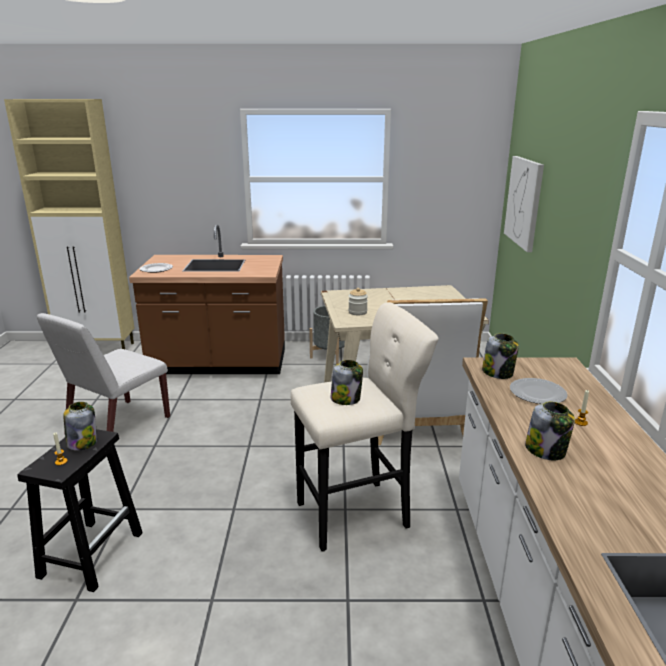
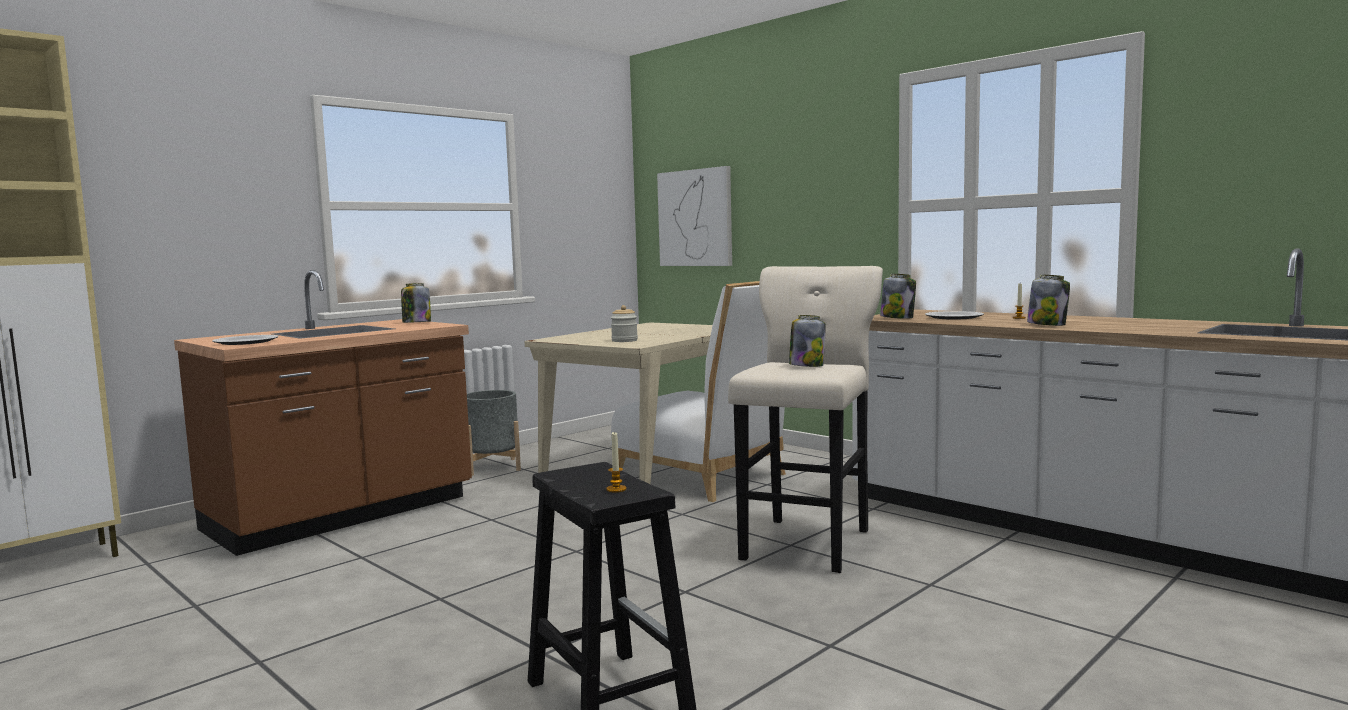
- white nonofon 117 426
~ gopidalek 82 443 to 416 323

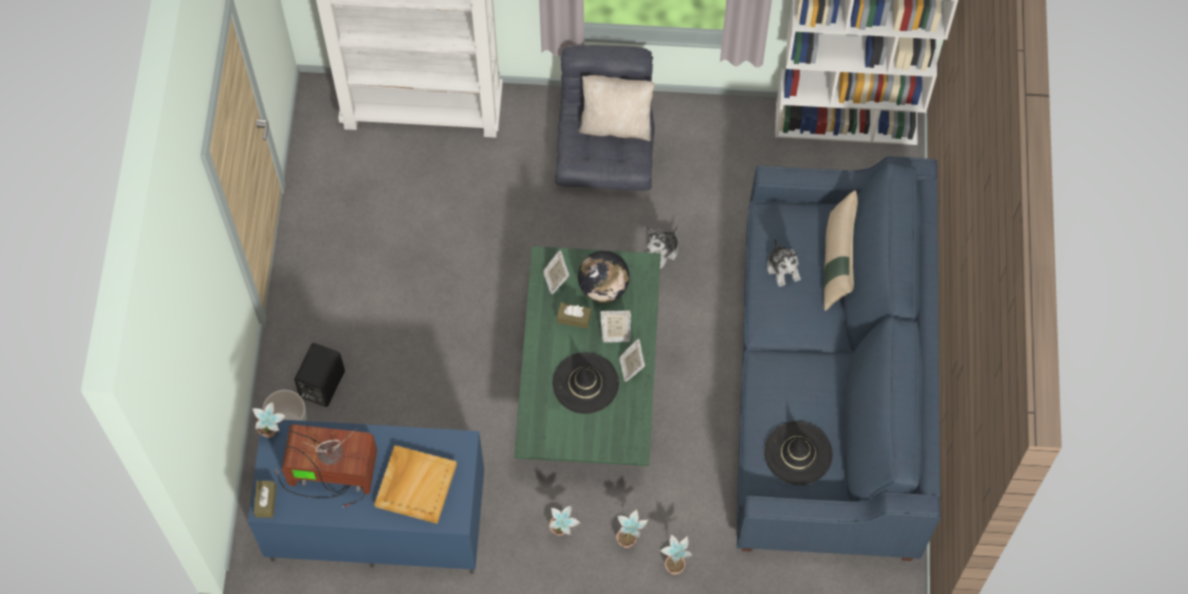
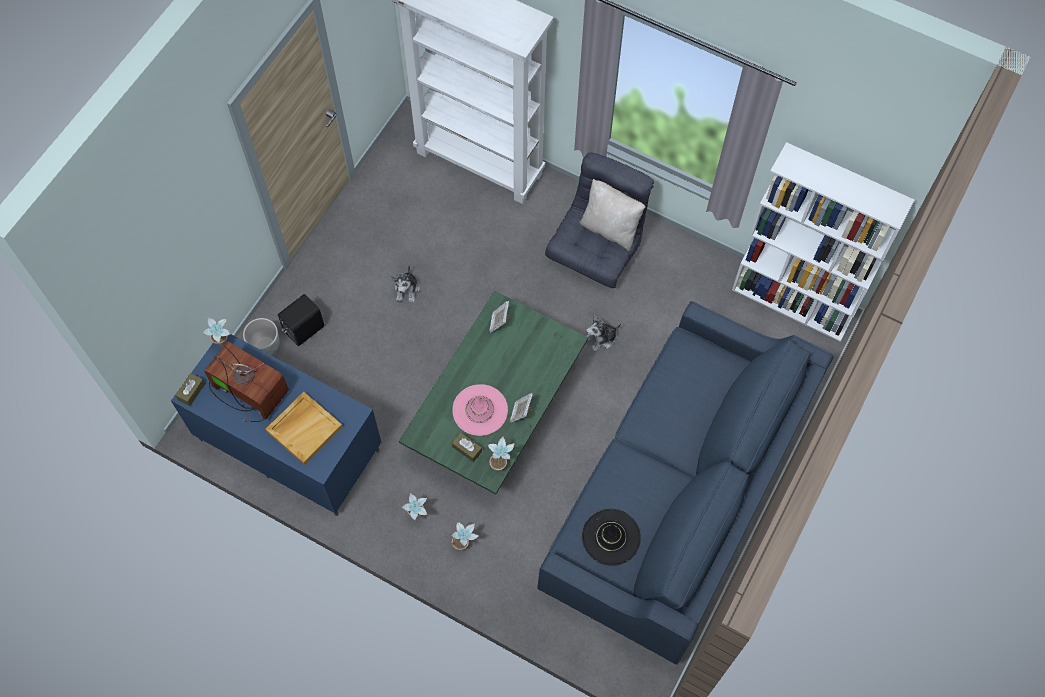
- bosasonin 603 287
- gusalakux 615 333
- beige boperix 837 263
~ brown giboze 574 318 to 467 449
~ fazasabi 675 565 to 501 464
~ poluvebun 783 268 to 407 289
~ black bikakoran 585 383 to pink bikakoran 480 410

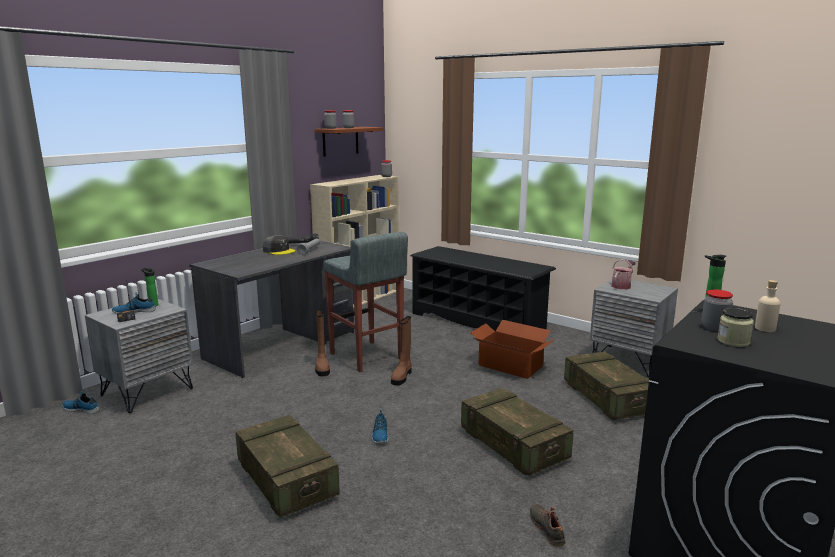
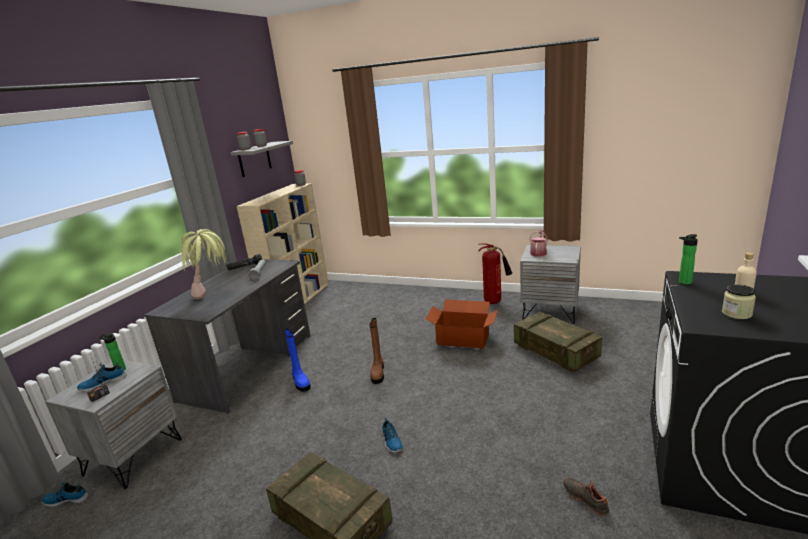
- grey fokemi 279 251
- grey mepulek 366 357
- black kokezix 478 321
- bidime 513 446
- gopidalek 714 327
+ fazasabi 214 297
+ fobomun 495 302
~ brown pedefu 340 141 to grey pedefu 254 159
~ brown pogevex 322 368 to blue pogevex 300 382

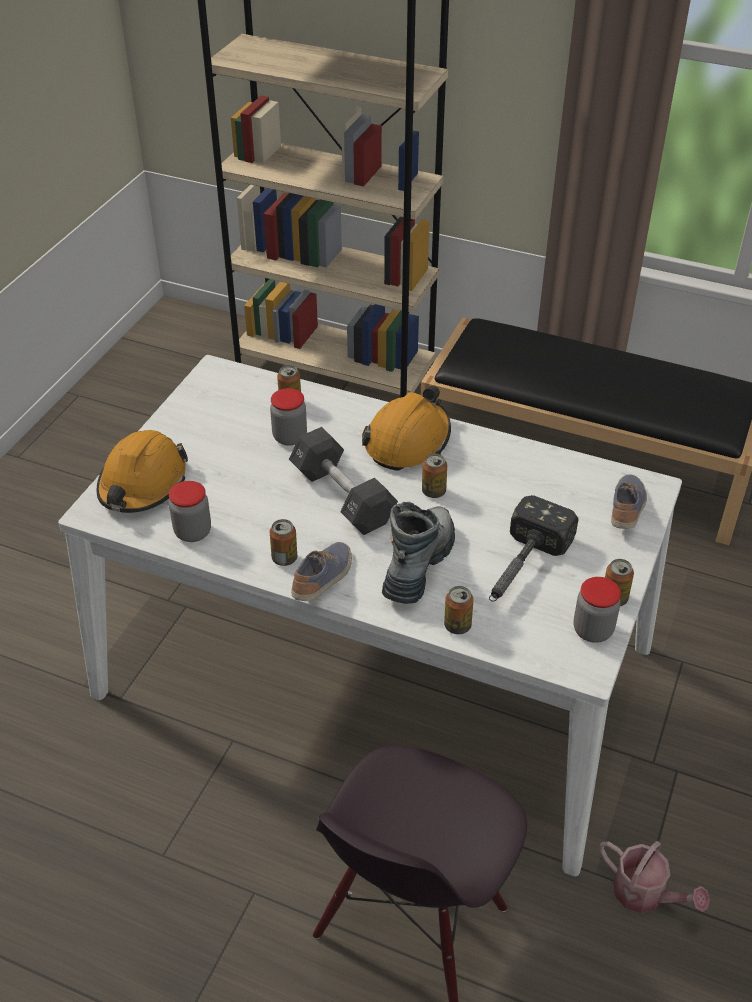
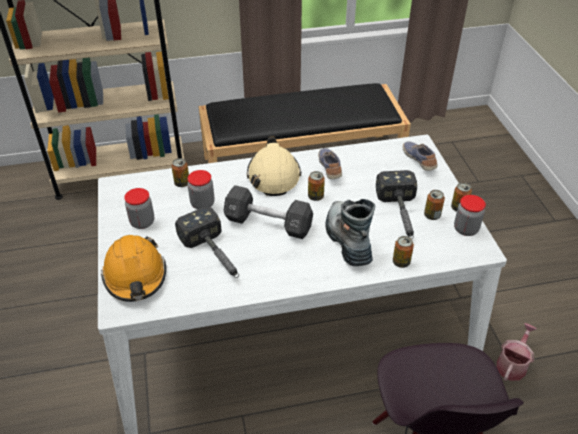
+ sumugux 215 256
~ gopidalek 193 532 to 142 222
~ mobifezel 284 558 to 432 215
~ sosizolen 324 580 to 330 168
~ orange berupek 408 440 to beige berupek 273 175
~ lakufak 645 894 = 512 364 60 degrees counterclockwise

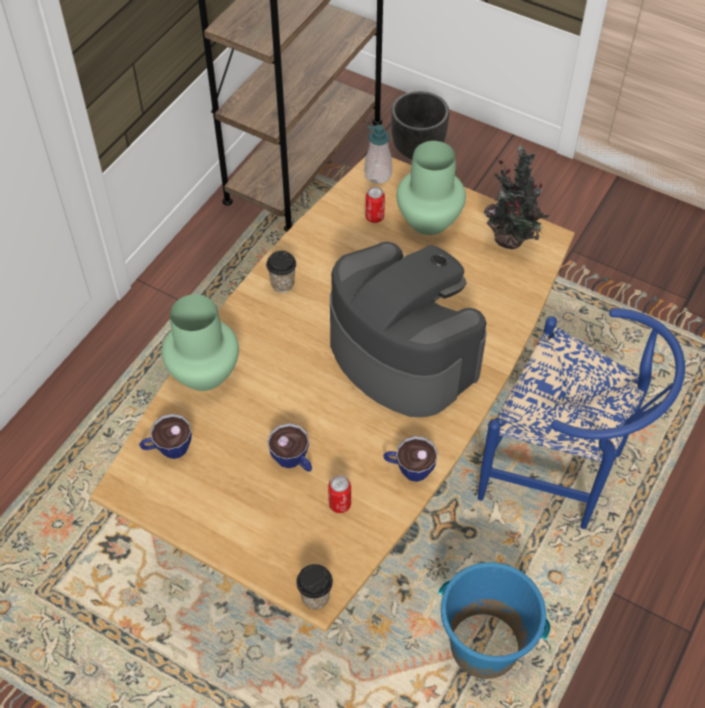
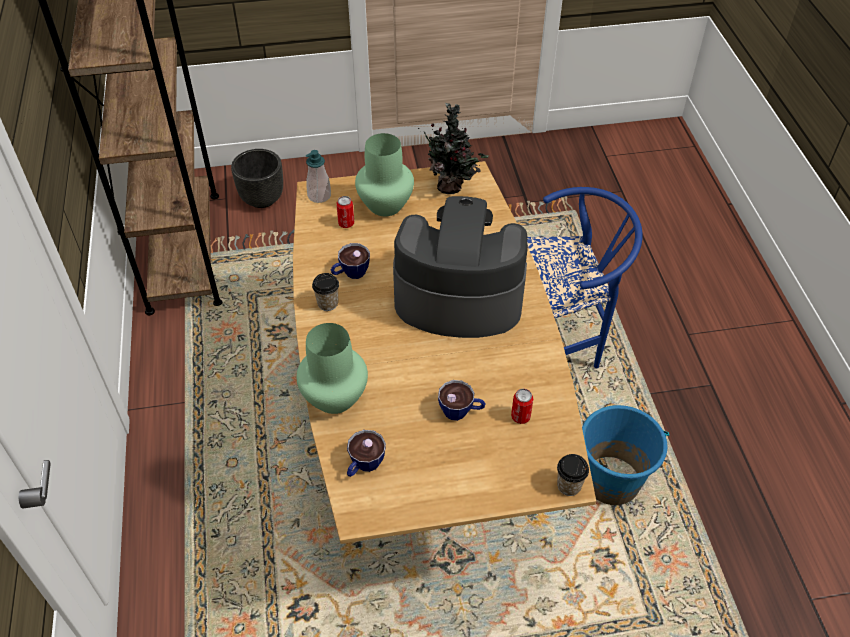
~ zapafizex 408 469 to 350 273

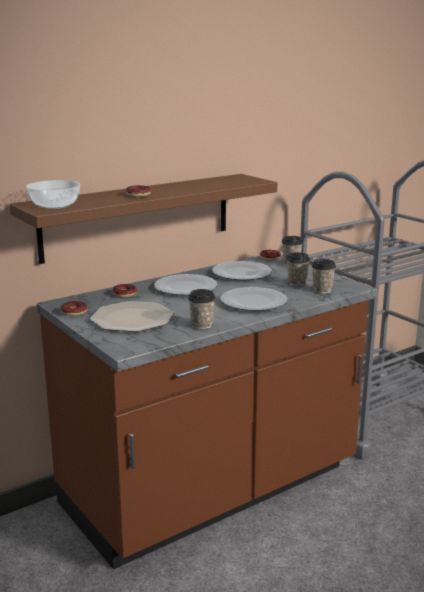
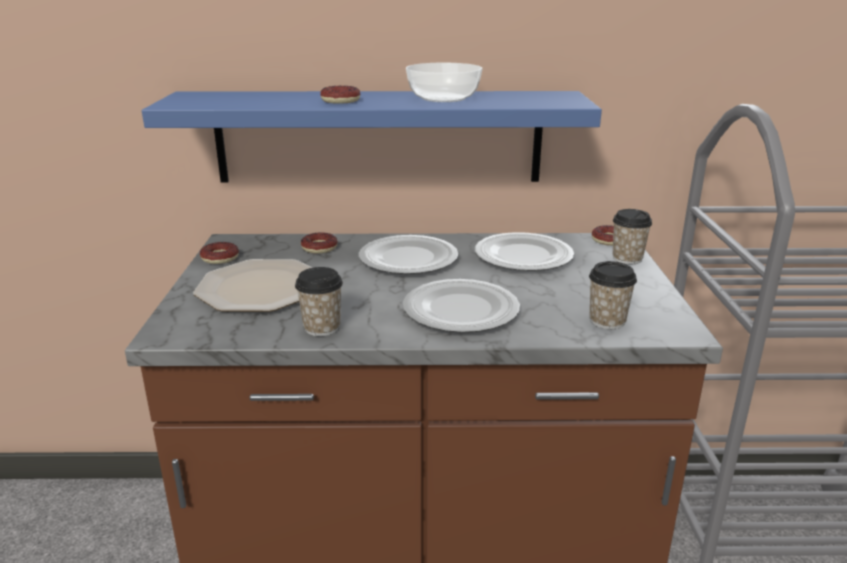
- zapafizex 297 283
~ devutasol 54 205 to 443 98
~ brown pedefu 138 216 to blue pedefu 378 137

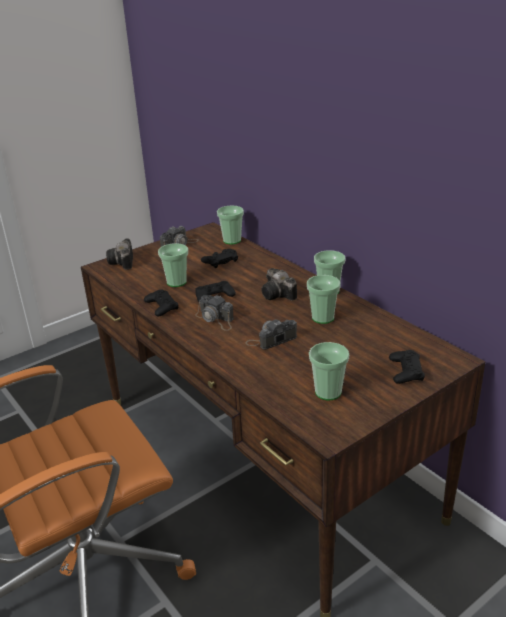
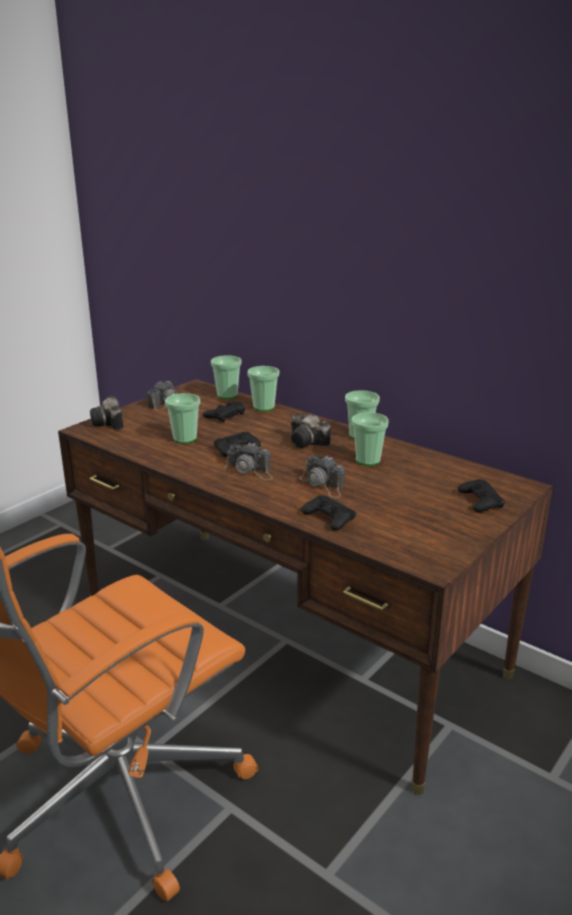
~ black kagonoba 161 306 to 329 518
~ zapafizex 328 392 to 263 407
~ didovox 271 339 = 323 484 90 degrees counterclockwise

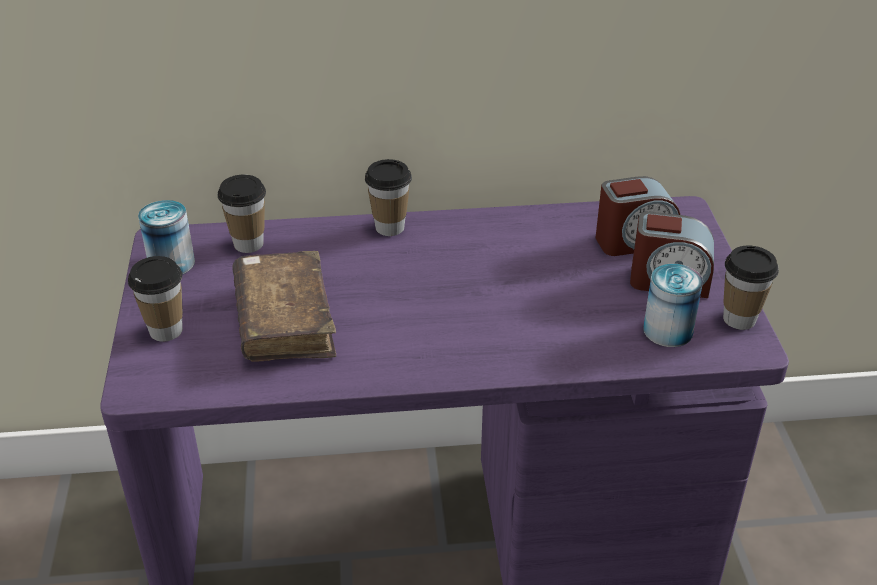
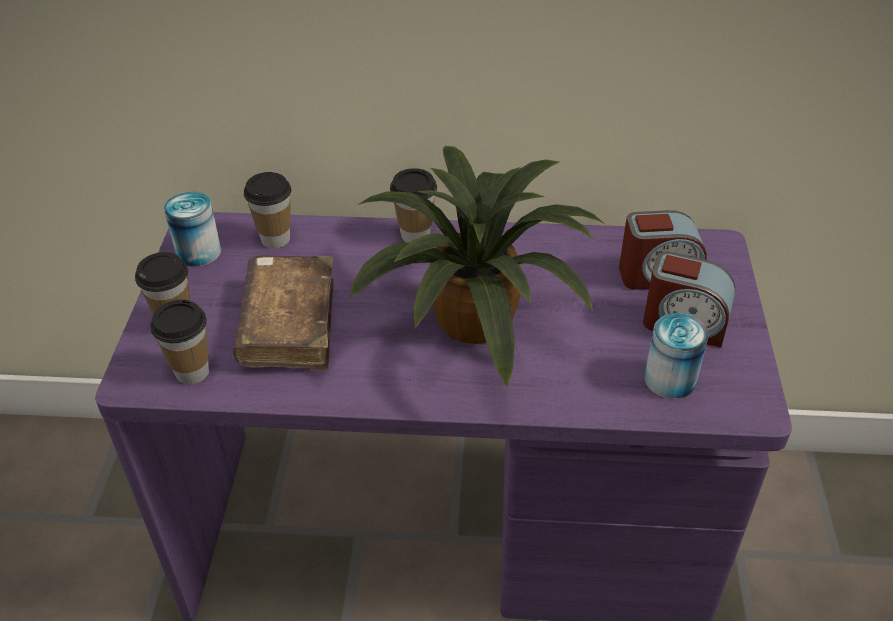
+ fazasabi 478 323
~ zapafizex 739 319 to 192 372

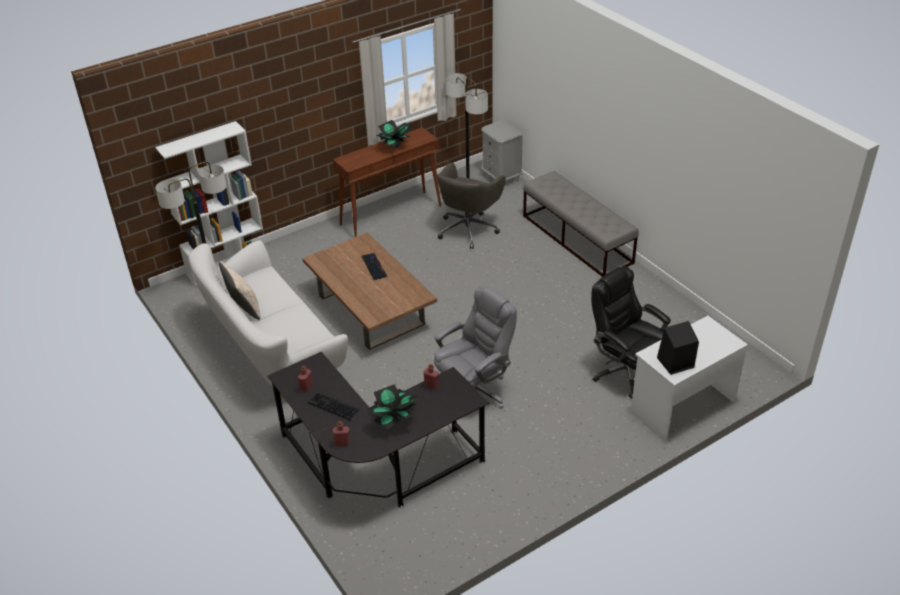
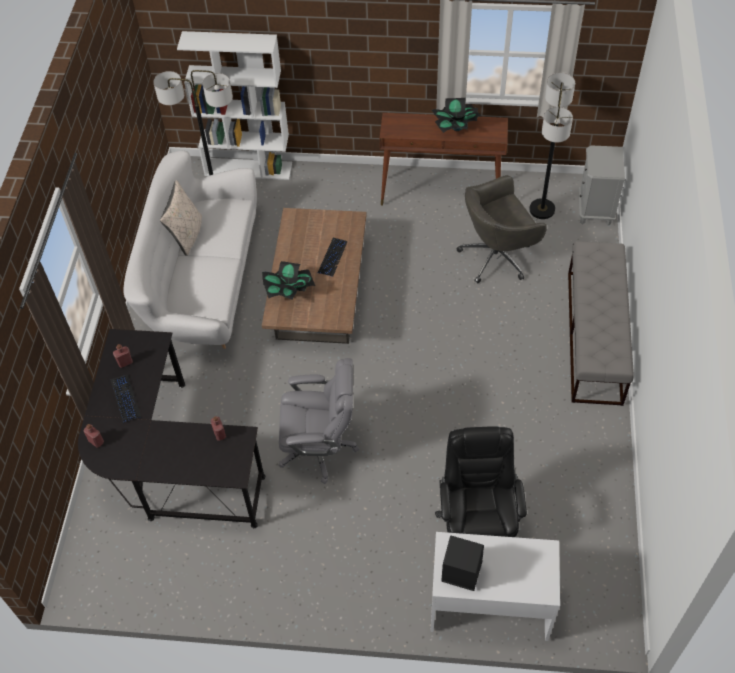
~ fazasabi 395 419 to 290 292

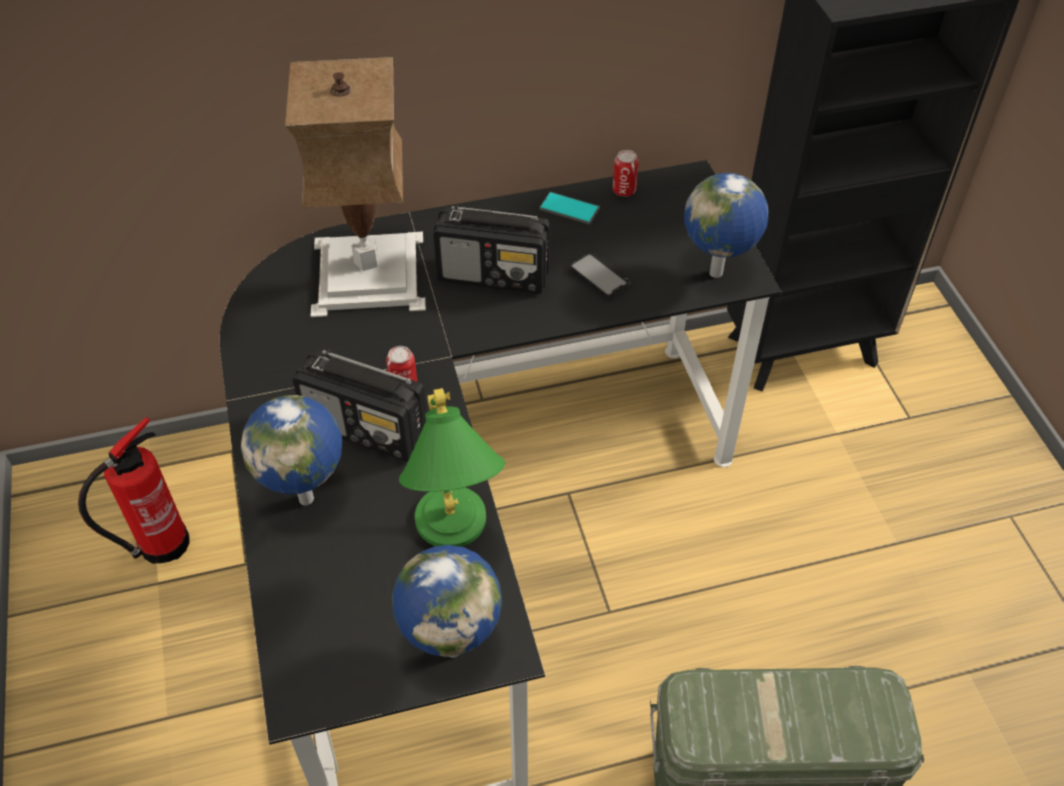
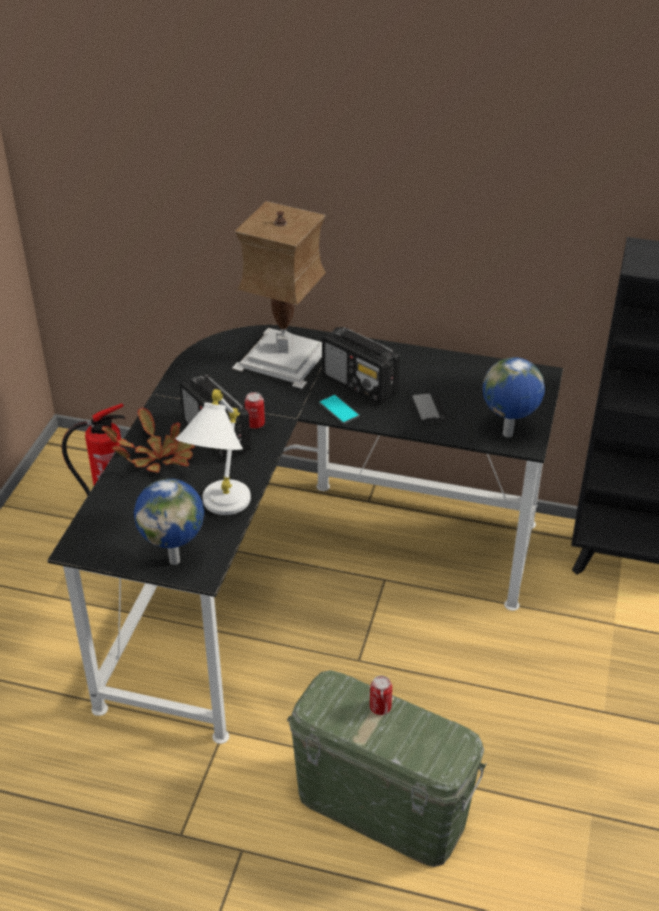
~ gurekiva 569 209 to 339 410
~ mobifezel 624 190 to 380 707
~ bosasonin 308 498 to fazasabi 157 457
~ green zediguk 455 541 to white zediguk 219 510

